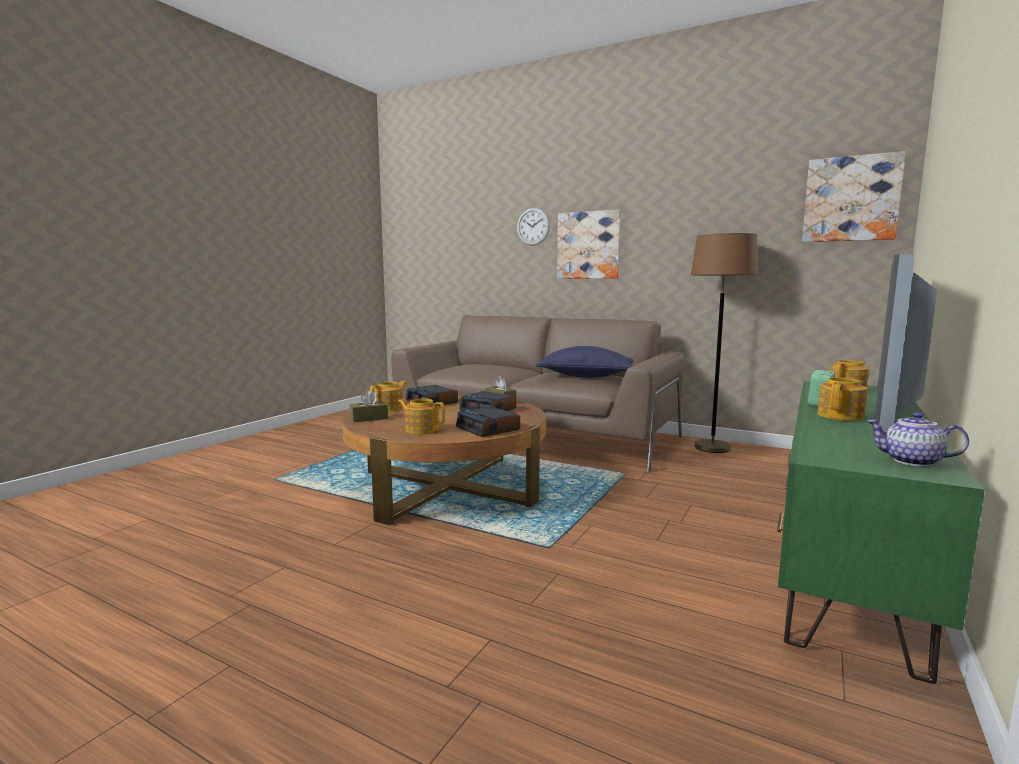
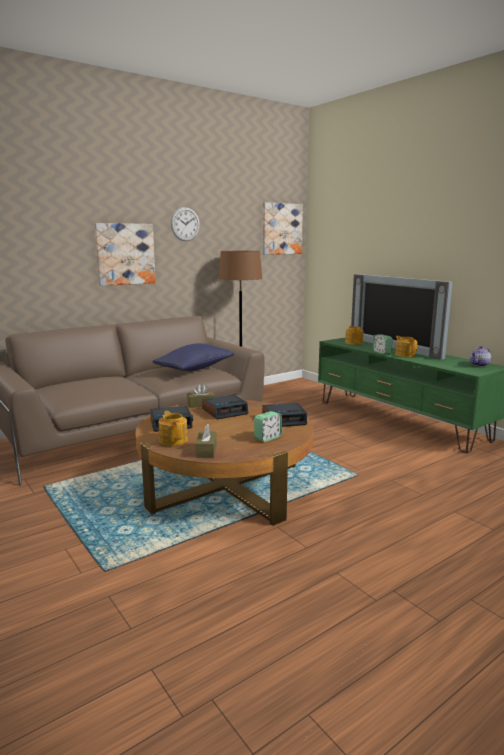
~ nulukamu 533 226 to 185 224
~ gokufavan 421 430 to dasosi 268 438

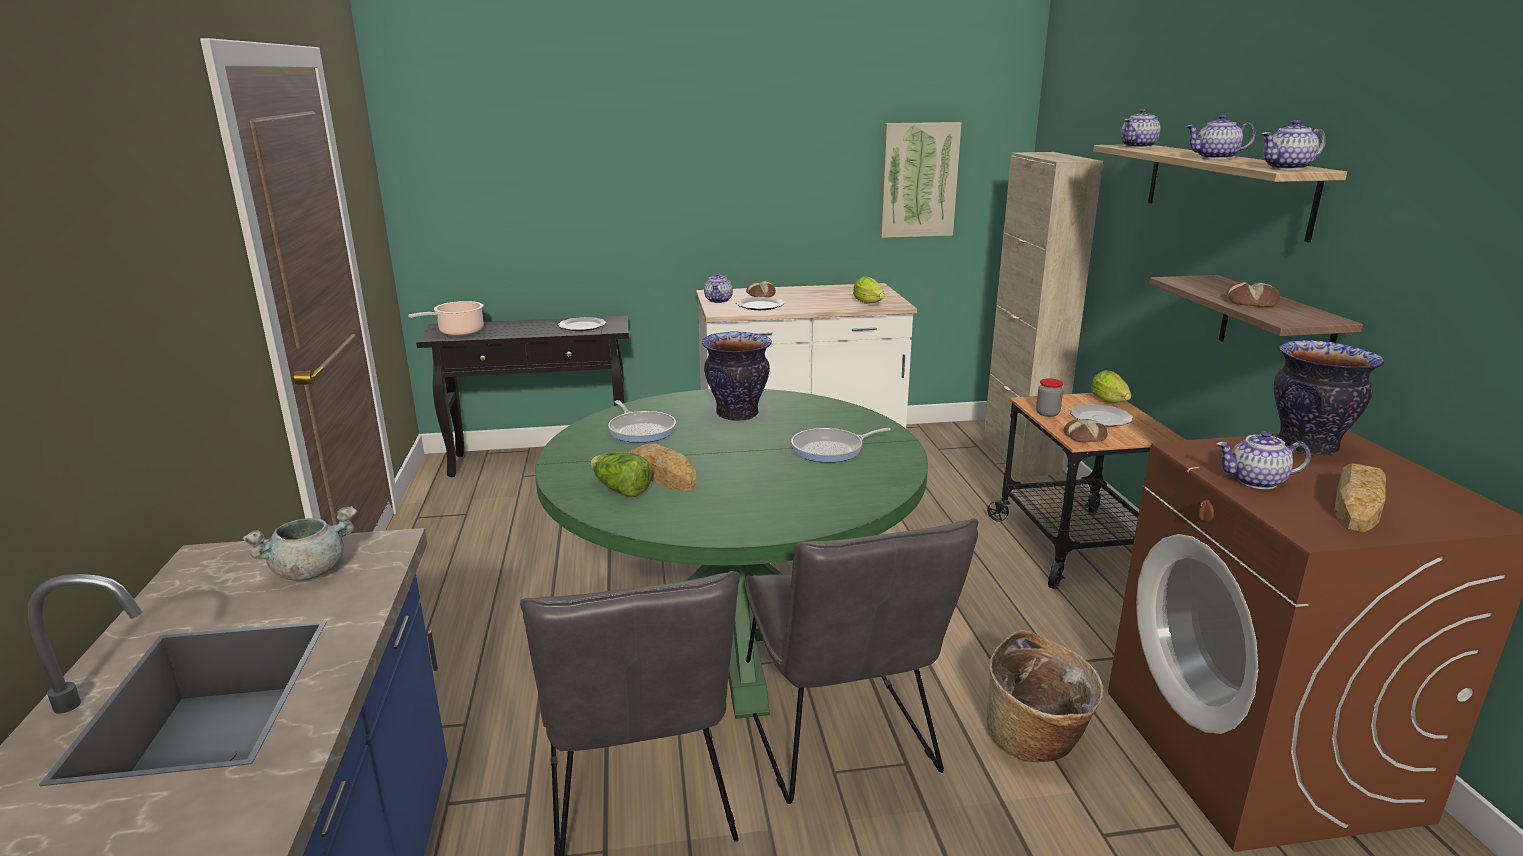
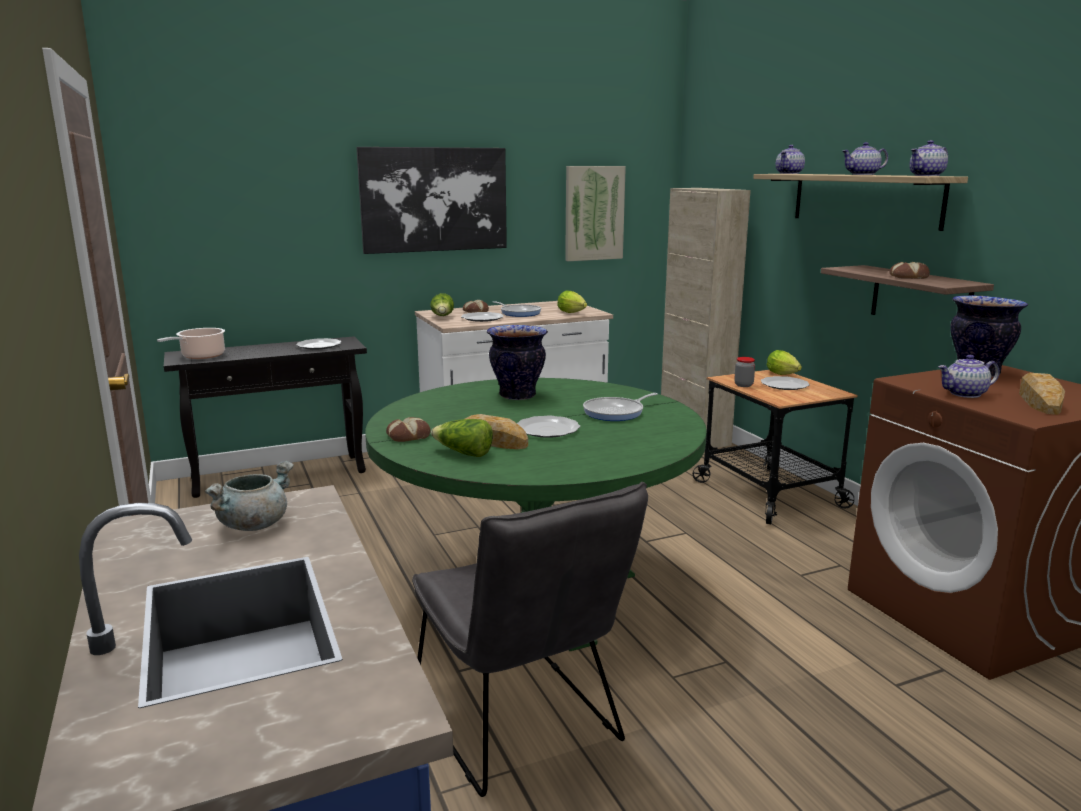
- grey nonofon 841 740
- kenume 1036 741
+ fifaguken 434 199
+ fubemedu 547 429
~ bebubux 641 430 to 519 313
~ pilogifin 1084 436 to 408 435
~ gokufavan 719 300 to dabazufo 443 317

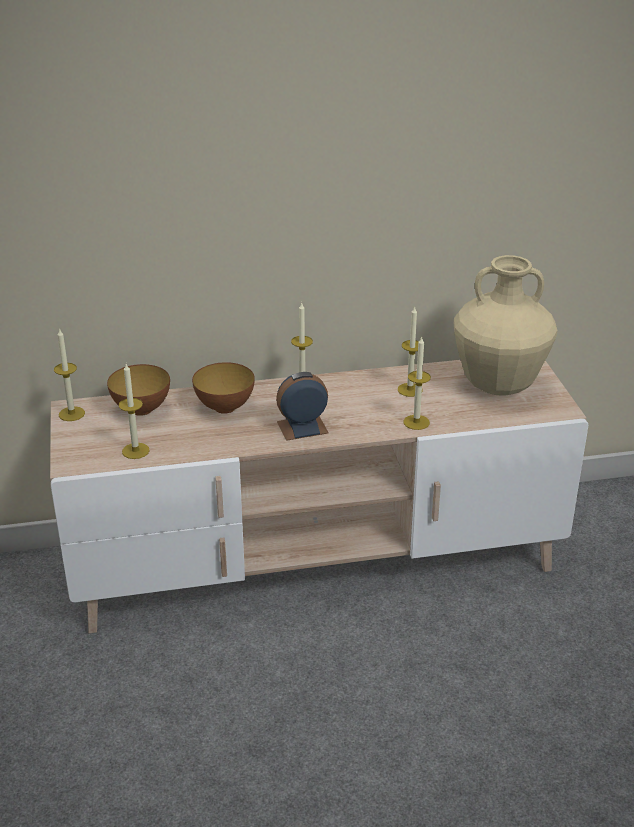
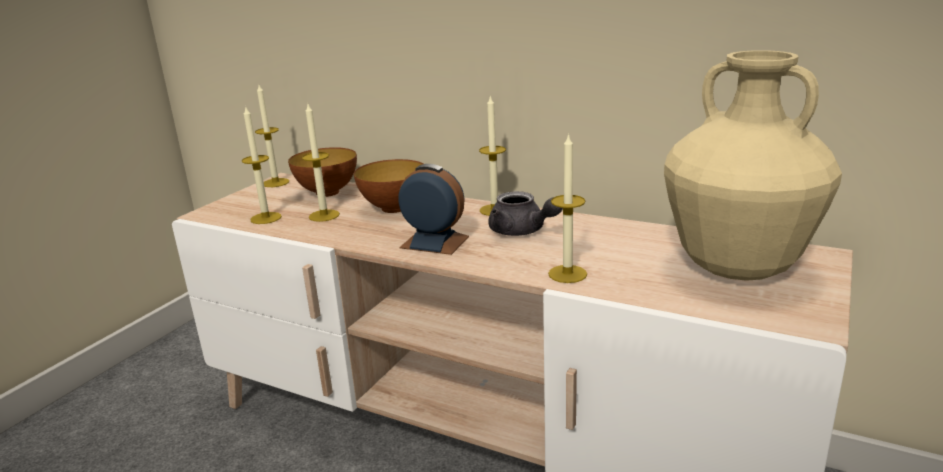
+ grey gokufavan 522 231
~ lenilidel 410 390 to 324 215

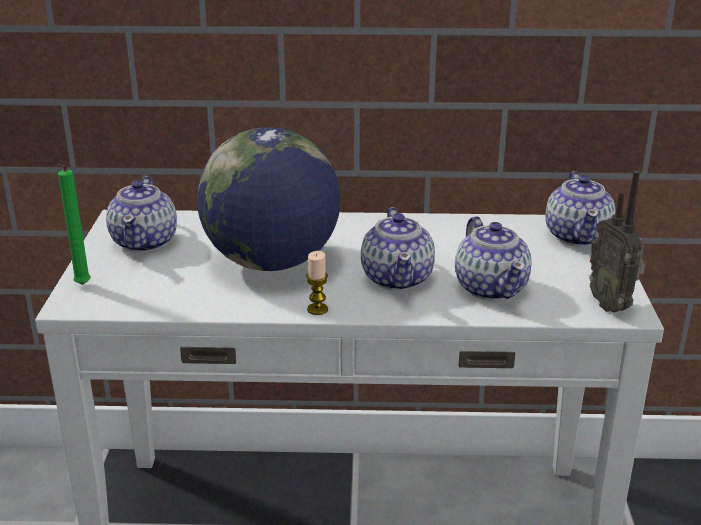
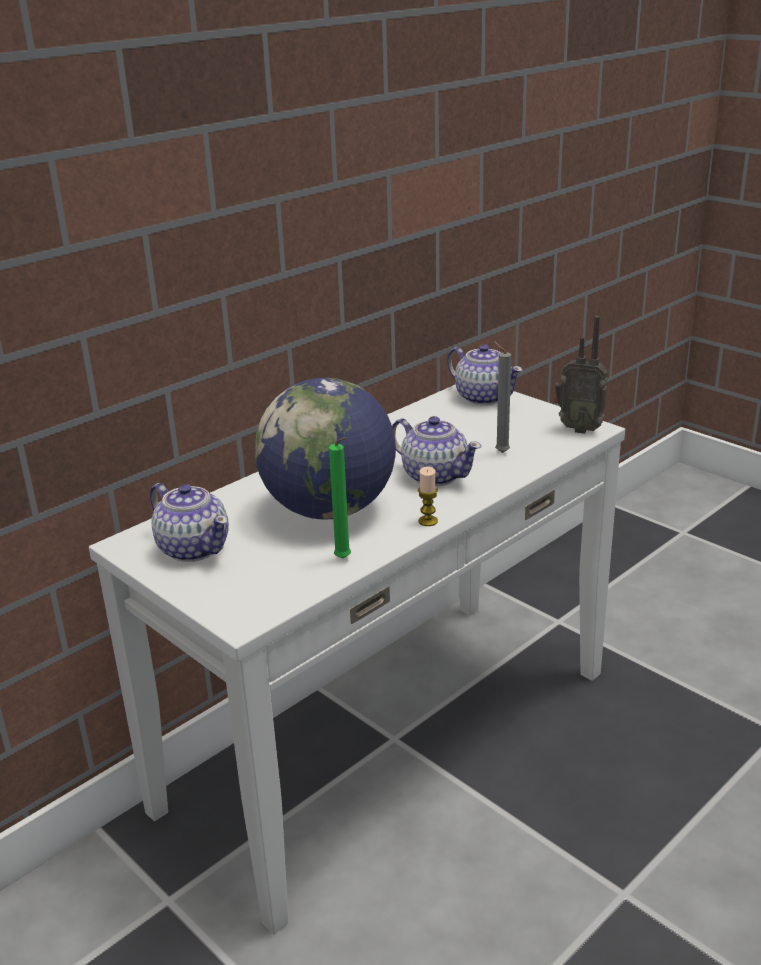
~ green lenilidel 82 286 to 344 559
~ gokufavan 491 288 to grey lenilidel 500 452

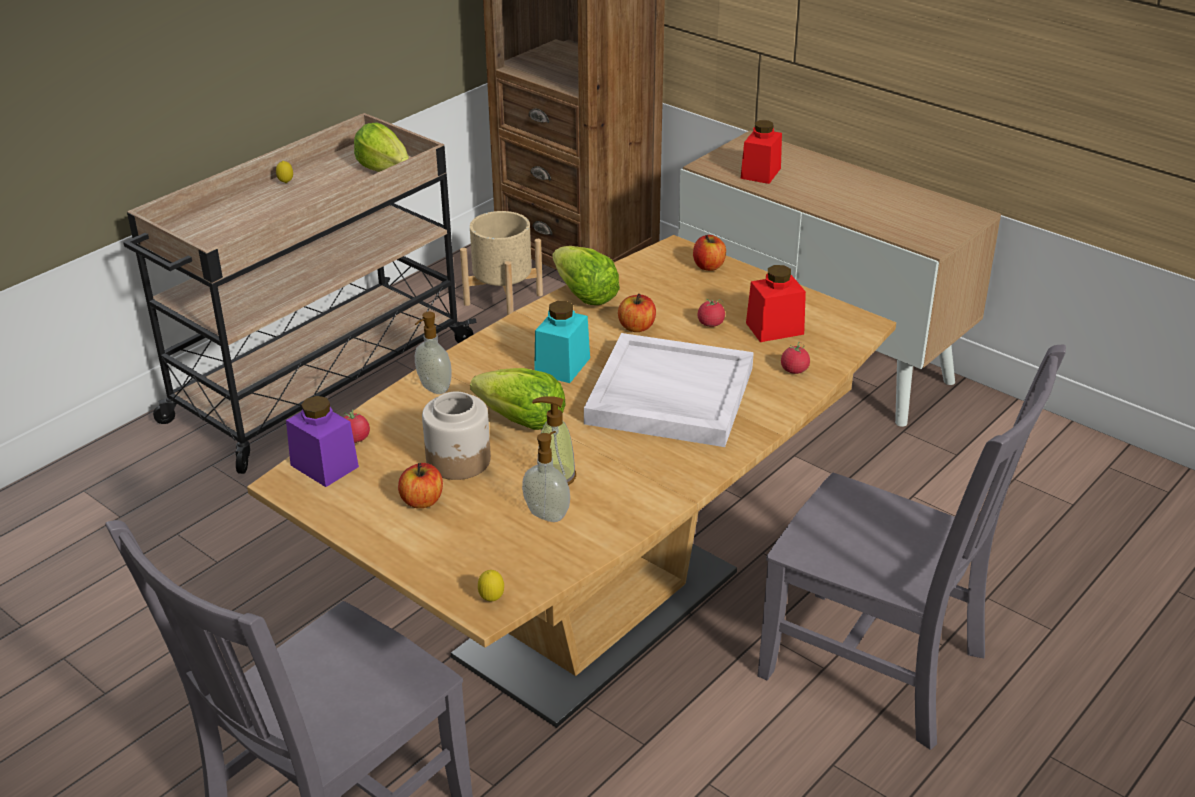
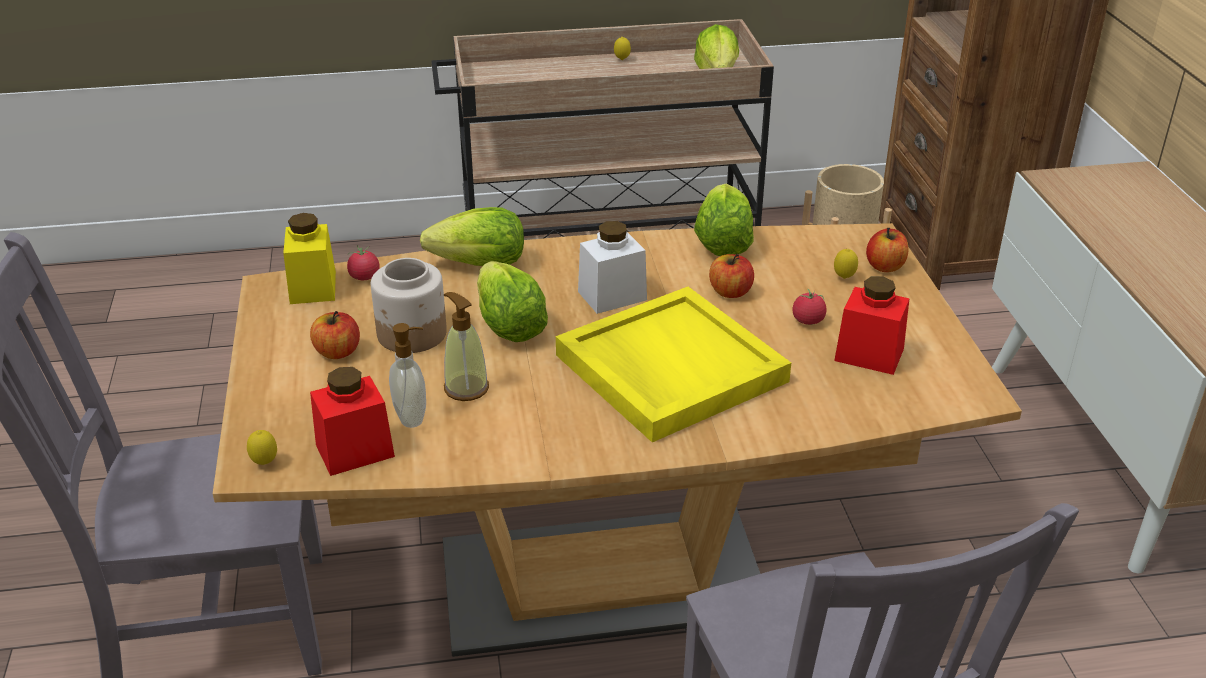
- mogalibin 794 370
+ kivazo 844 278
~ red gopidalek 760 173 to 355 451
~ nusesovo 433 388 to dabazufo 480 265
~ purple gopidalek 324 466 to yellow gopidalek 313 287
~ turquoise gopidalek 562 366 to white gopidalek 612 296
~ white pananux 668 396 to yellow pananux 668 368

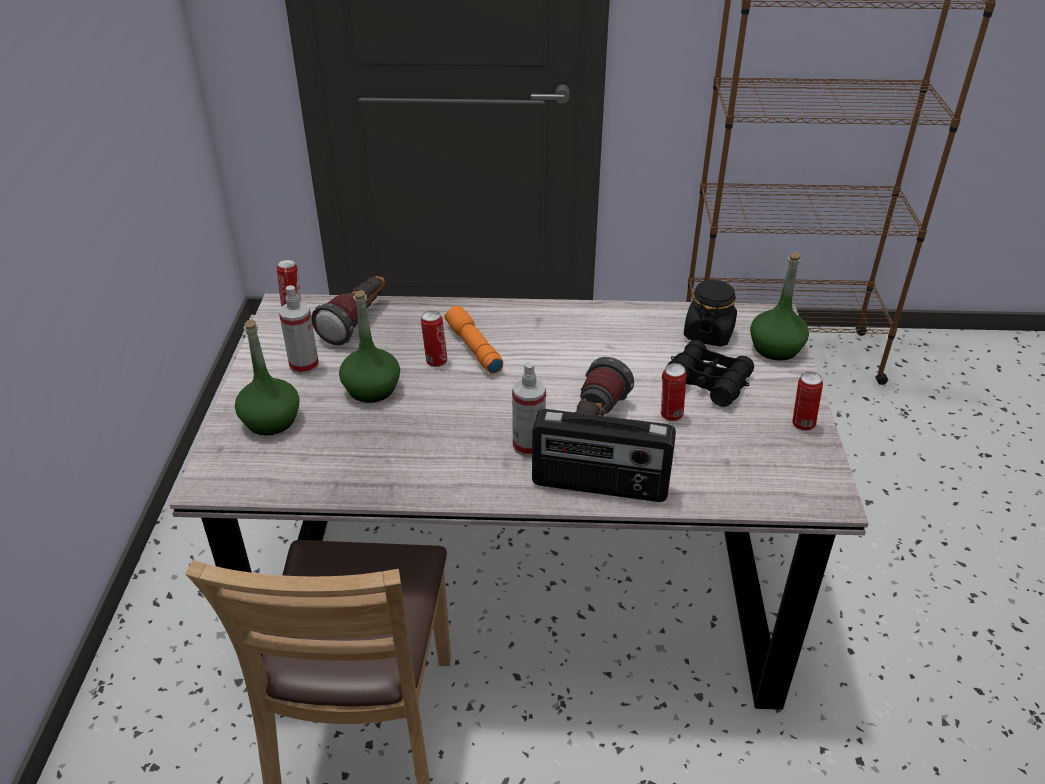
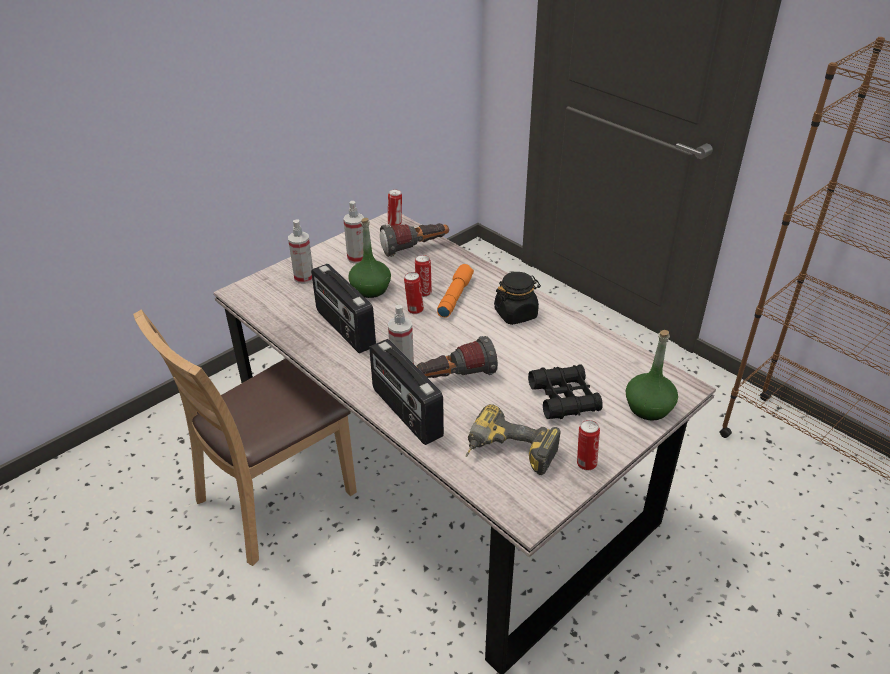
+ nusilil 344 329
+ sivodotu 508 455
~ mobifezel 670 415 to 414 310
~ black gopidalek 708 334 to 516 314
~ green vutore 271 420 to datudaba 304 278

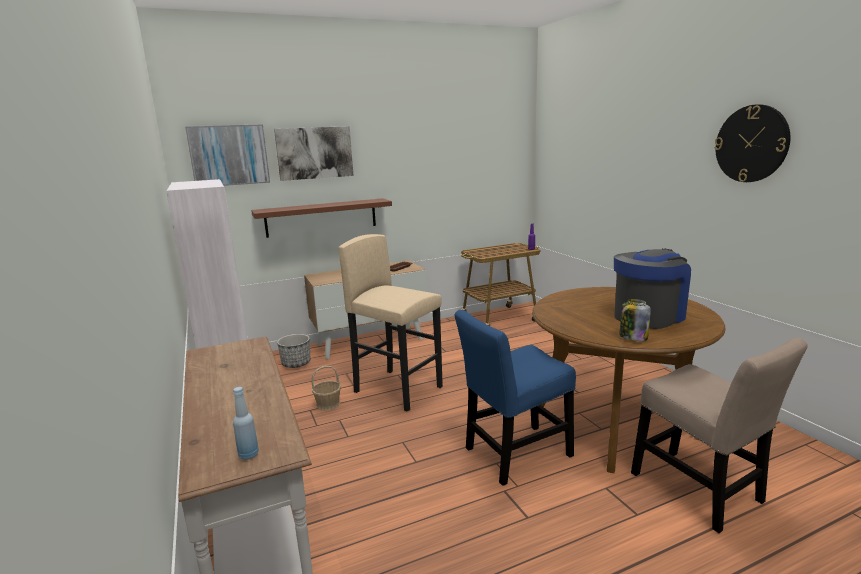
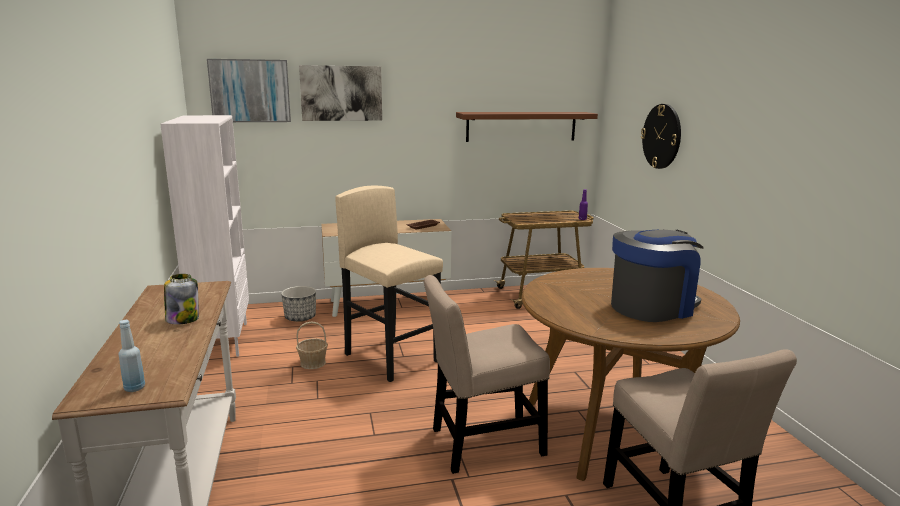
~ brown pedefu 321 217 to 521 126
~ gopidalek 632 337 to 183 319
~ nulukamu 751 144 to 662 136
~ blue nonofon 514 454 to beige nonofon 481 443

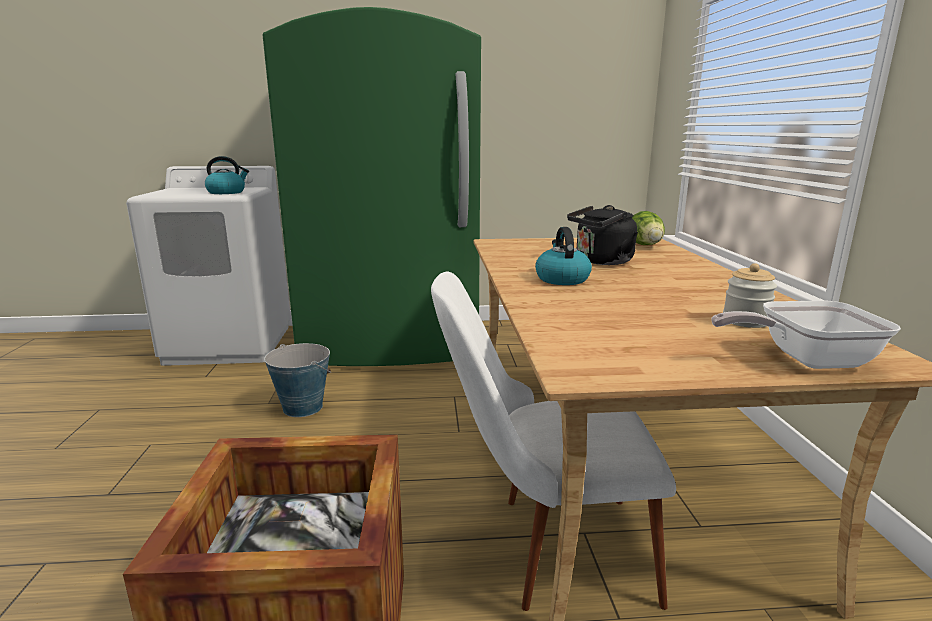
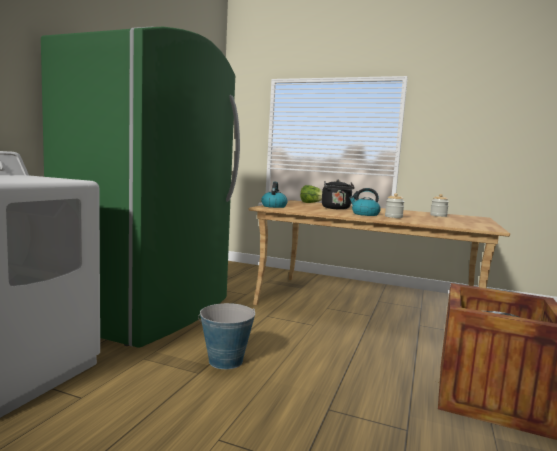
- white nonofon 545 549
- bebubux 804 359
+ gopidalek 393 217
~ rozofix 227 192 to 274 206

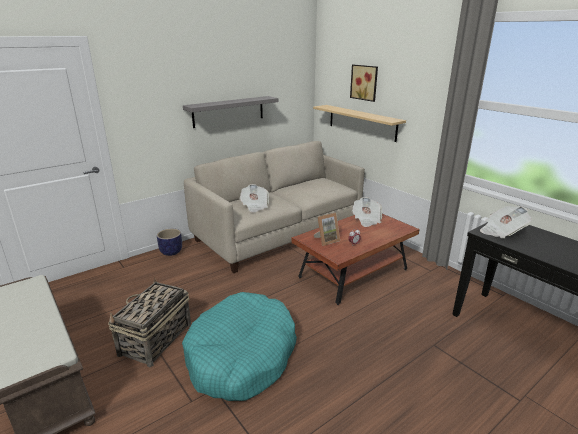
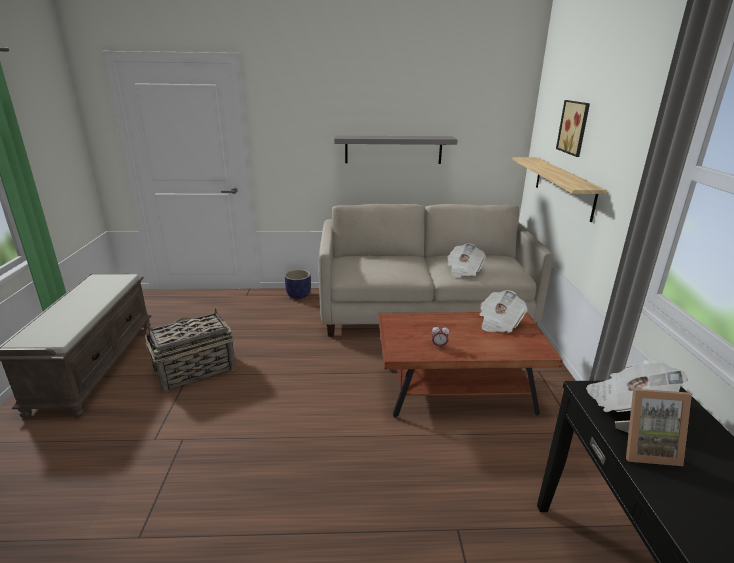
- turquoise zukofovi 241 356
~ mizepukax 254 206 to 464 270
~ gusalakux 326 240 to 645 448

